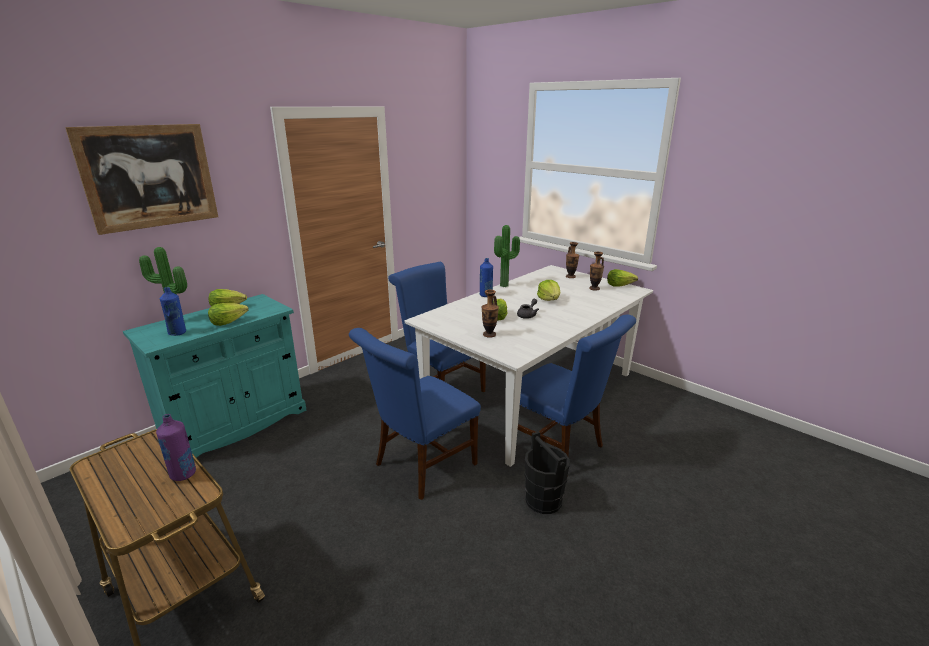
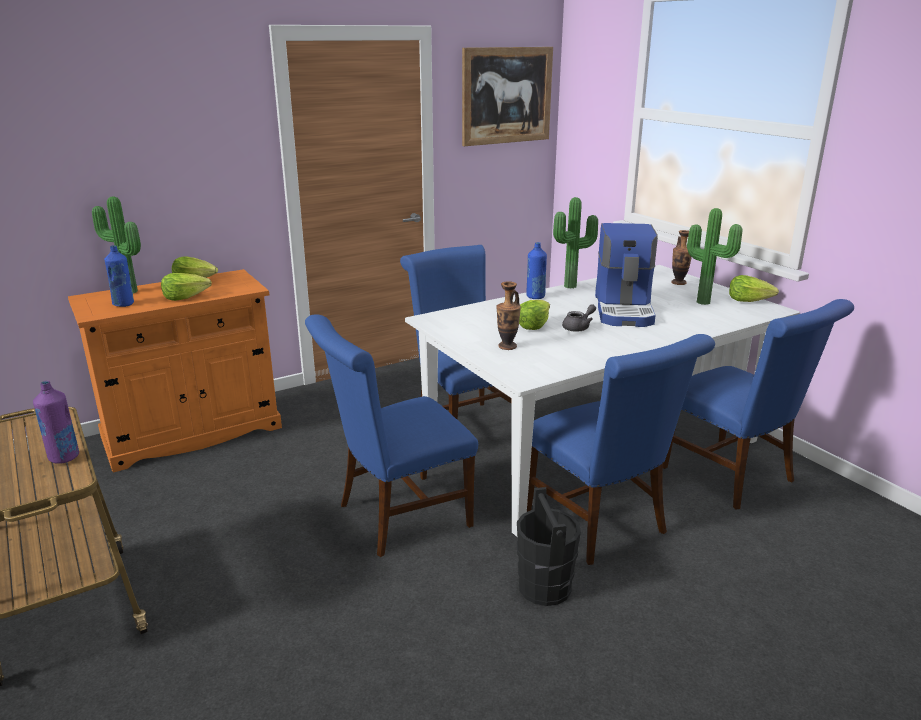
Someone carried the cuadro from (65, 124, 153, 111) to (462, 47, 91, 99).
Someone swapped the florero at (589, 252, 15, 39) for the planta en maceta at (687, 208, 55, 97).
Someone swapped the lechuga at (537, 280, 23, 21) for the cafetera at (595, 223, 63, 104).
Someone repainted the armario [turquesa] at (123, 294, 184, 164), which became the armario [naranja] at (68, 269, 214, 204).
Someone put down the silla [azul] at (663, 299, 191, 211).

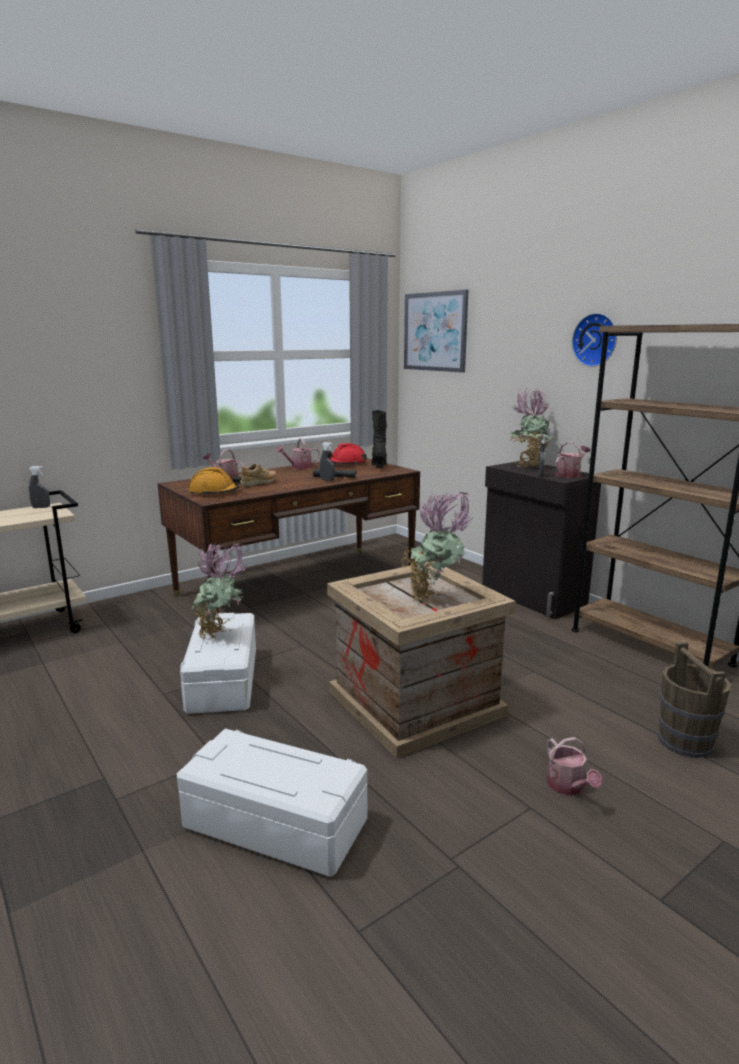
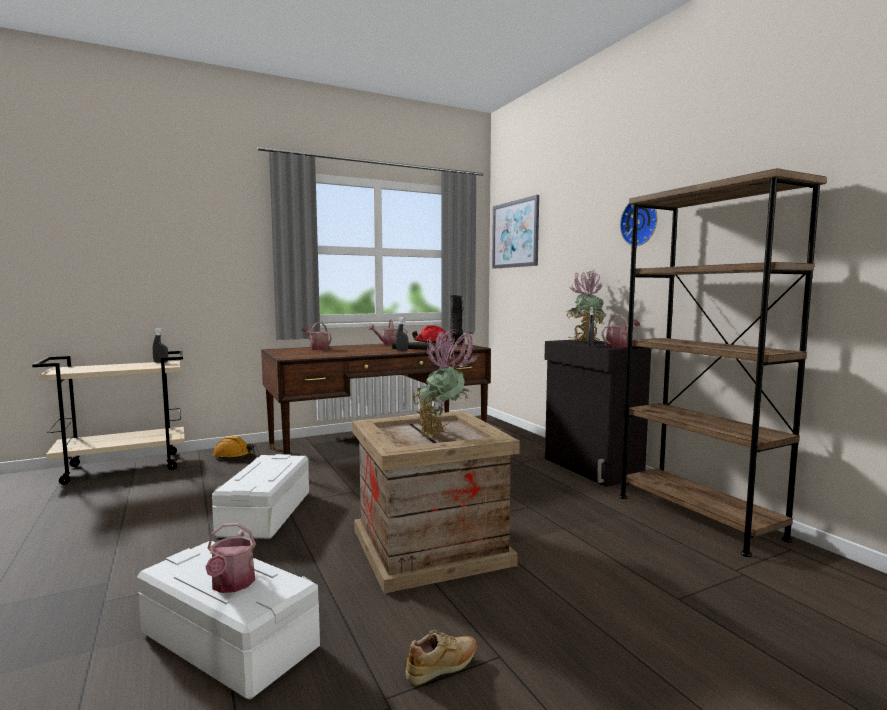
Someone carried the zapato [beis] from (241, 463, 36, 24) to (406, 630, 71, 55).
Someone carried the casco [naranja] from (189, 467, 52, 29) to (213, 436, 42, 24).
Someone took away the planta en maceta at (192, 542, 55, 98).
Someone took away the cubo [marrón] at (658, 642, 73, 116).
Someone carried the regadera from (547, 737, 55, 59) to (205, 523, 51, 70).

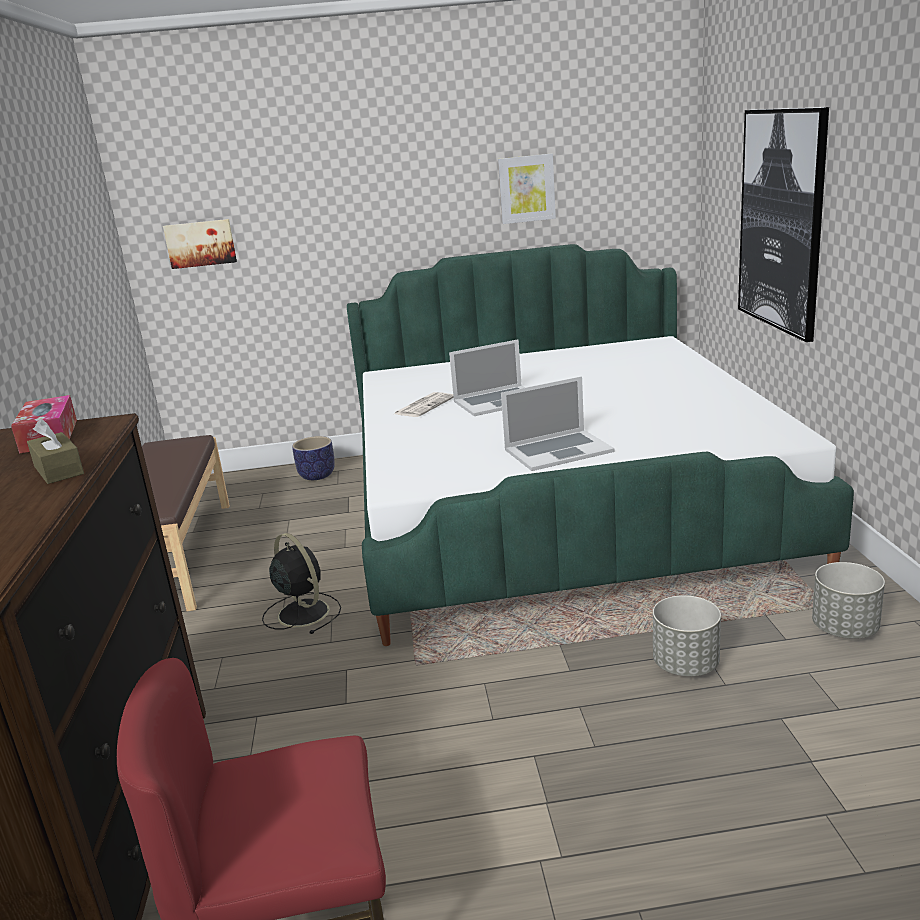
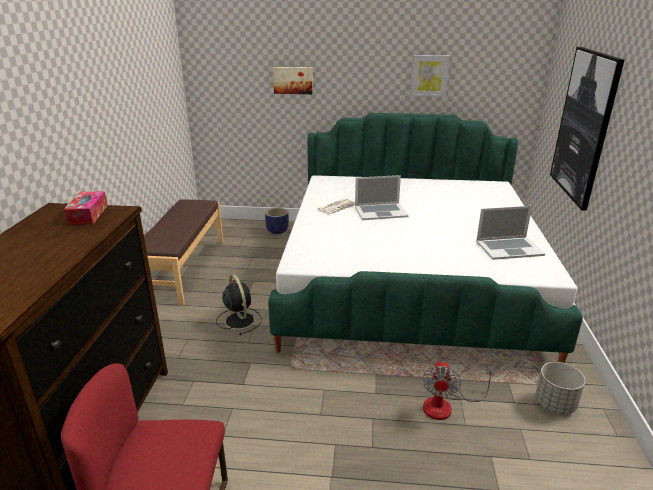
Someone carried the cuadro from (163, 219, 74, 50) to (273, 67, 40, 27).
Someone carried the portátil from (501, 376, 114, 95) to (476, 206, 69, 54).
Someone took away the caja de pañuelos [marrón] at (27, 419, 57, 65).
Someone swapped the maceta [gris] at (653, 595, 68, 81) for the ventilador at (422, 361, 73, 59).

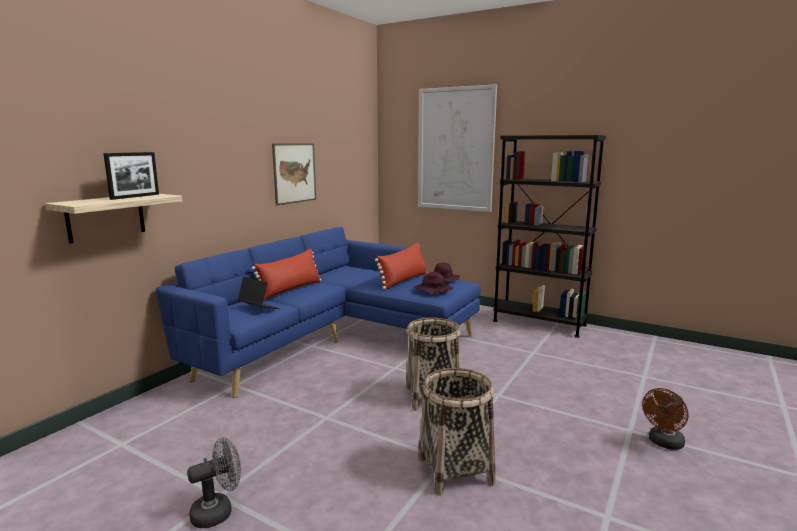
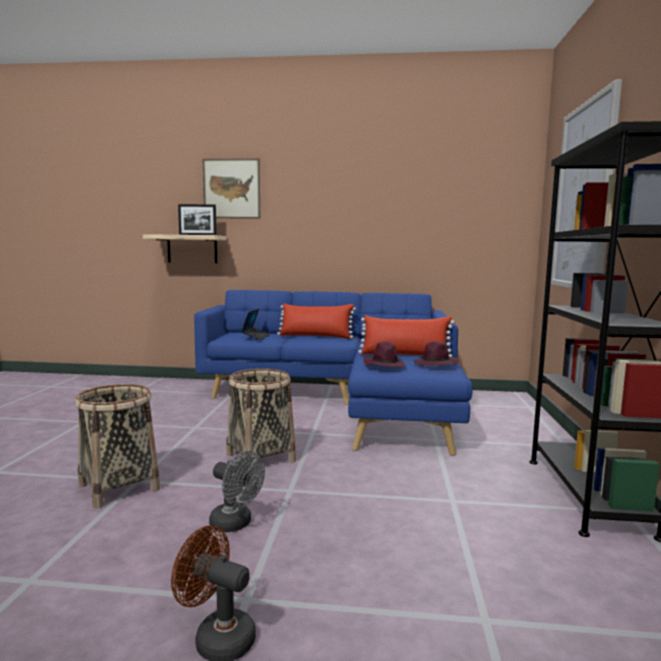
Someone carried the cuadro from (272, 143, 44, 62) to (203, 158, 57, 61).
Someone carried the ventilador [gris] from (187, 437, 54, 91) to (209, 451, 56, 81).

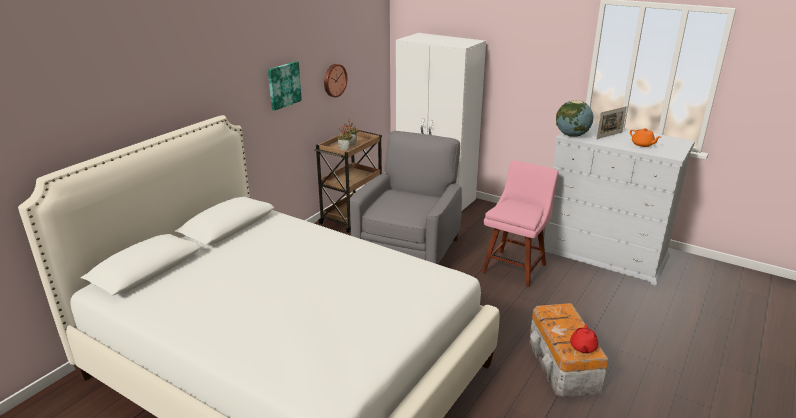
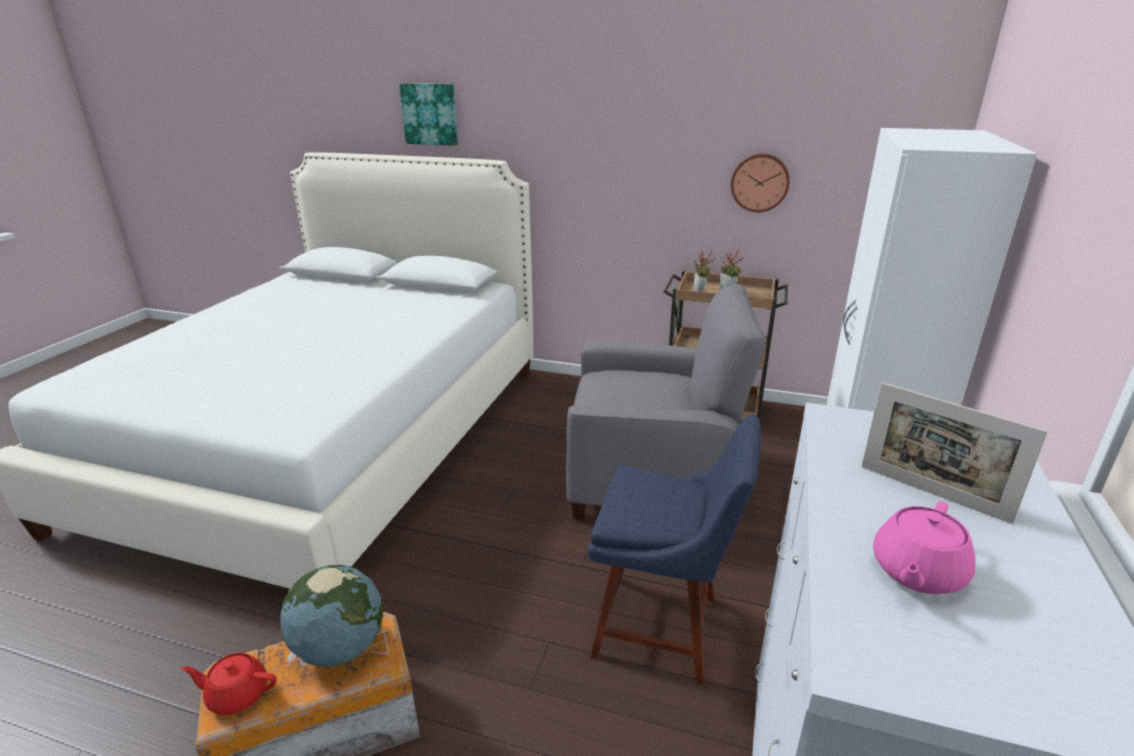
Someone carried the cuadro from (268, 61, 34, 50) to (399, 83, 59, 63).
Someone carried the globo terráqueo from (556, 100, 38, 37) to (280, 565, 103, 102).
Someone repainted the tetera [naranja] at (630, 128, 31, 19), which became the tetera [rosa] at (873, 501, 103, 93).
Someone repainted the silla [rosa] at (482, 161, 77, 126), which became the silla [azul] at (588, 415, 173, 270).

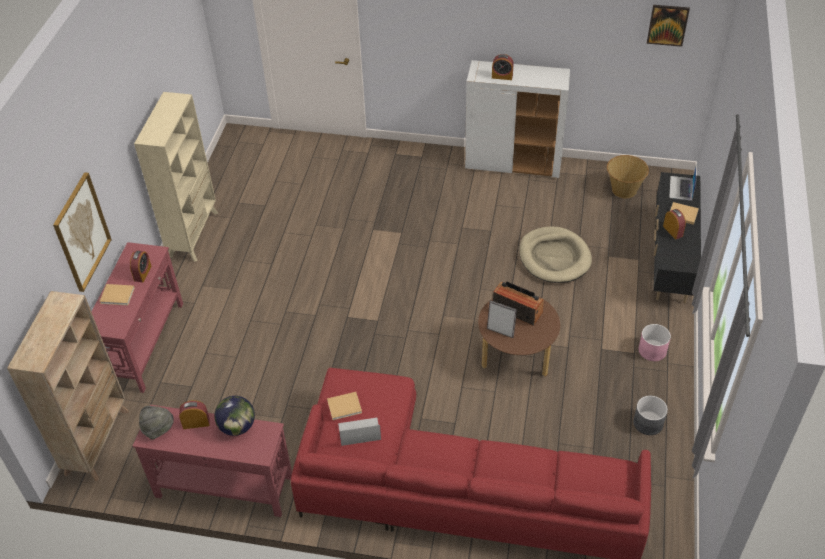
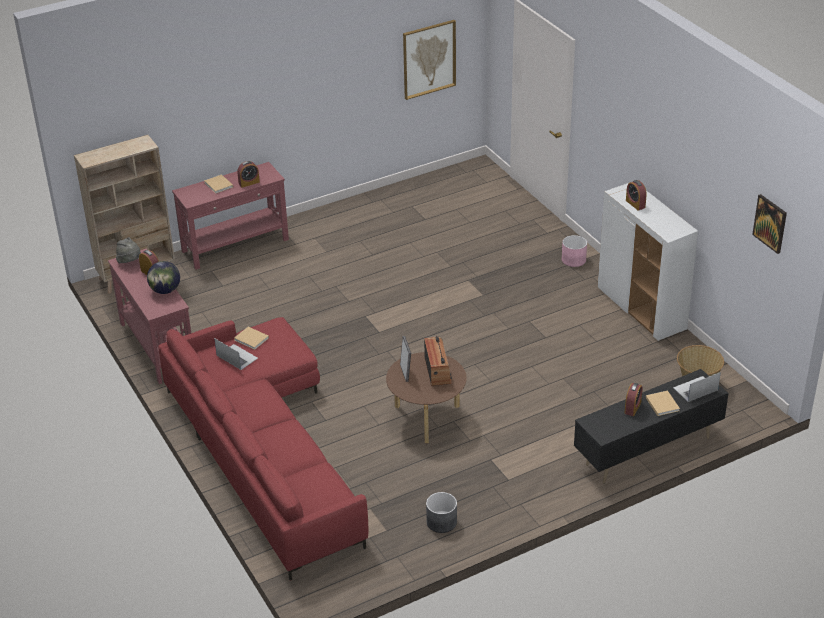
Someone took away the estantería [beis] at (134, 92, 84, 170).
Someone carried the cuadro from (53, 172, 59, 120) to (403, 20, 53, 80).
Someone took away the cama para perro [beis] at (519, 226, 73, 57).
Someone carried the maceta [rosa] from (638, 324, 33, 37) to (562, 235, 25, 32).

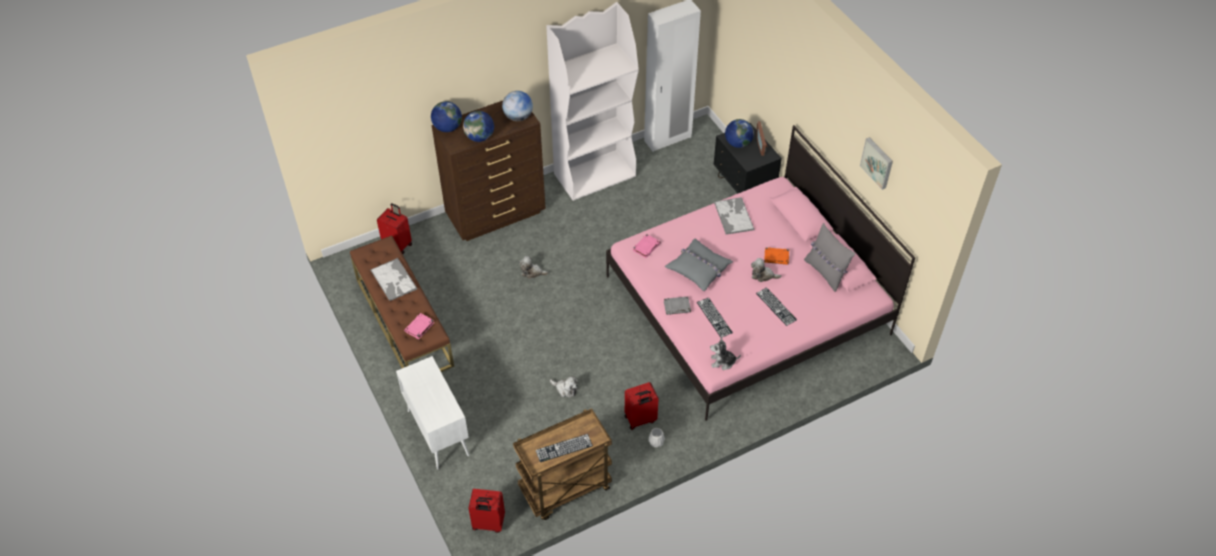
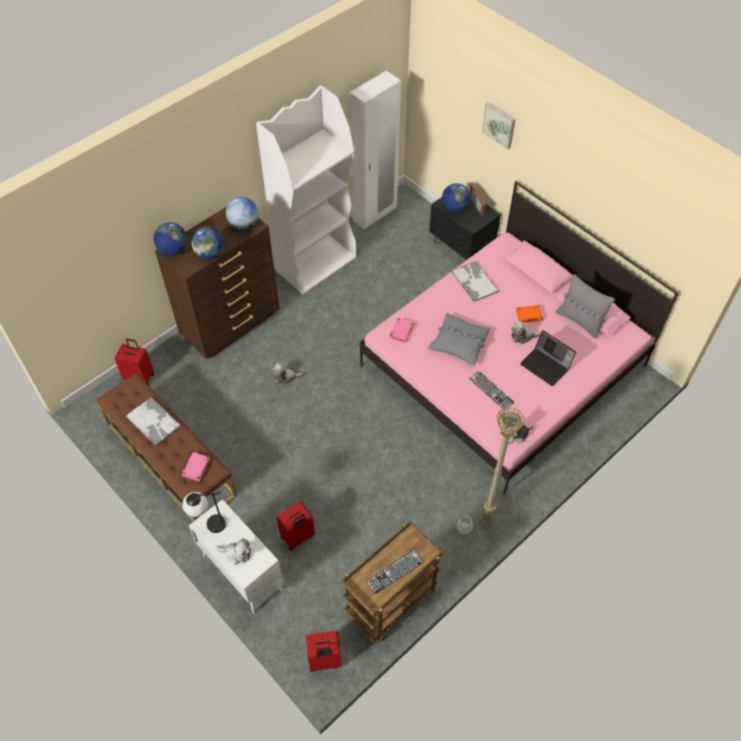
Someone carried the cuadro from (860, 137, 33, 53) to (482, 102, 34, 47).
Someone swapped the teclado at (756, 287, 41, 39) for the portátil at (520, 330, 56, 56).
Someone took away the libro [gris] at (664, 297, 27, 18).
Someone carried the peluche from (550, 376, 28, 21) to (216, 538, 35, 27).
Someone carried the maleta [rojo] from (625, 382, 34, 48) to (277, 501, 38, 50).
Someone put down the lámpara de pie [beis] at (480, 407, 45, 119).
Someone put down the lámpara de mesa at (182, 492, 44, 41).

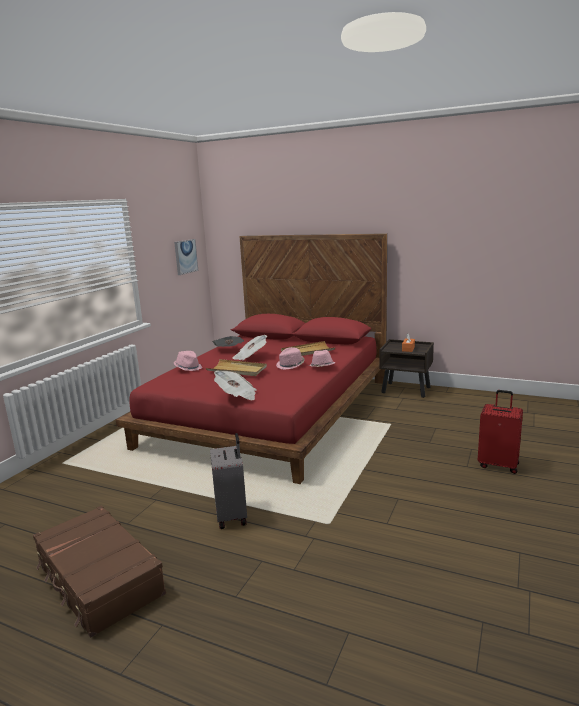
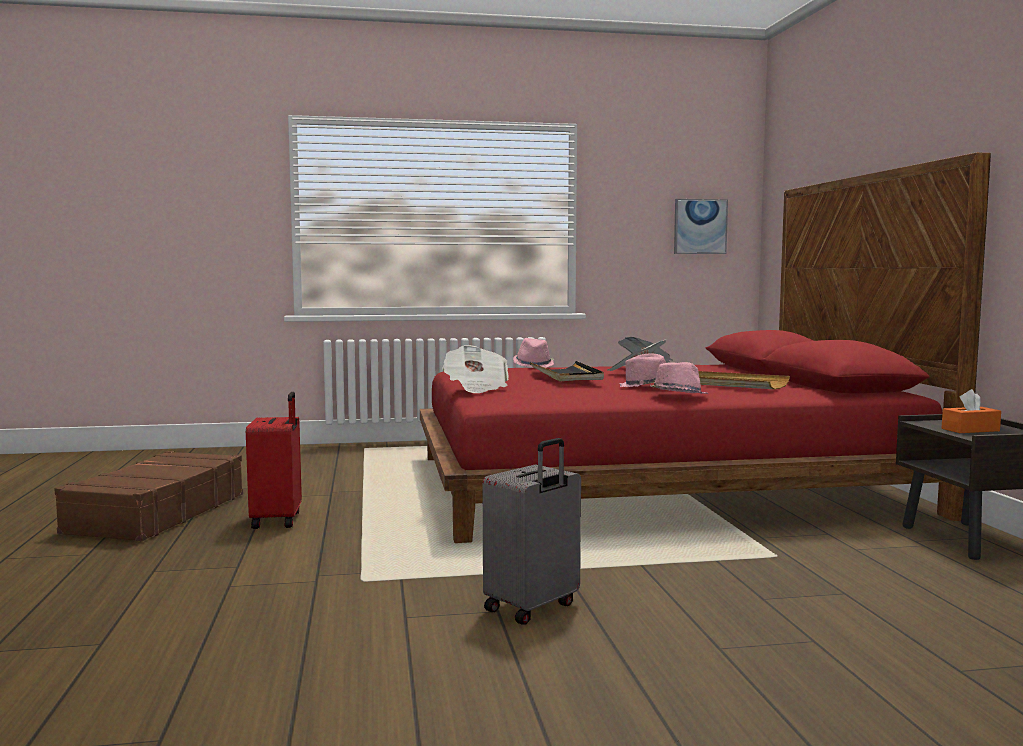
Someone repainted the bandeja [beis] at (206, 359, 61, 17), which became the bandeja [negro] at (530, 361, 74, 20).
Someone carried the maleta [rojo] from (478, 390, 45, 84) to (246, 392, 56, 137).
Someone carried the maleta [gris] from (210, 433, 37, 96) to (483, 438, 98, 187).

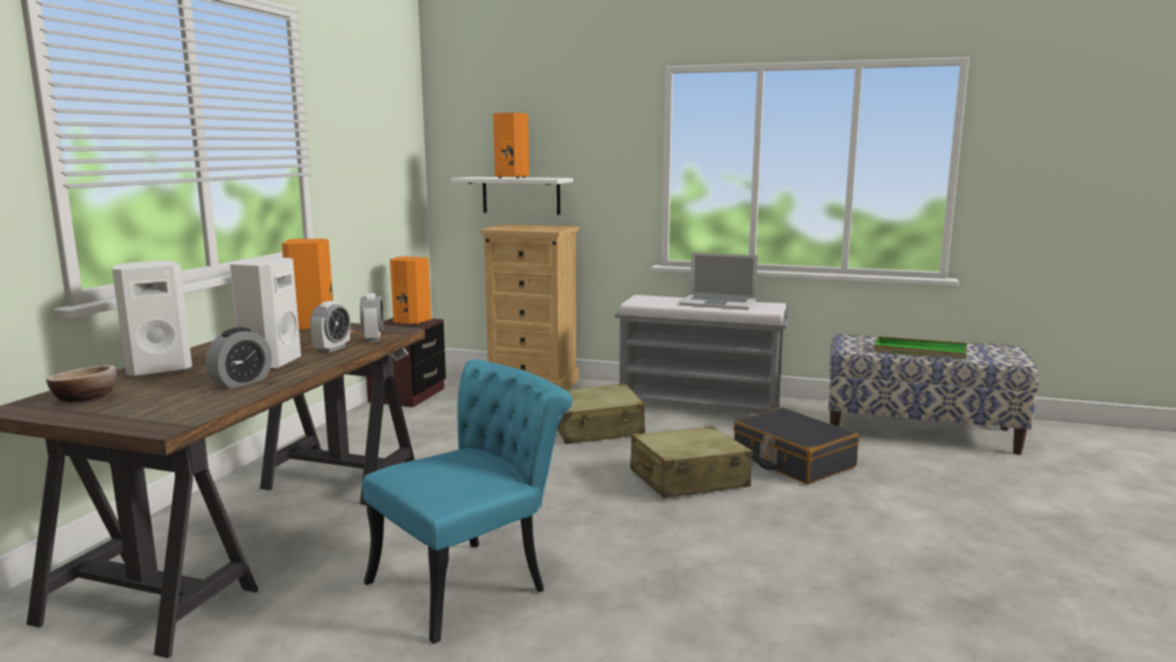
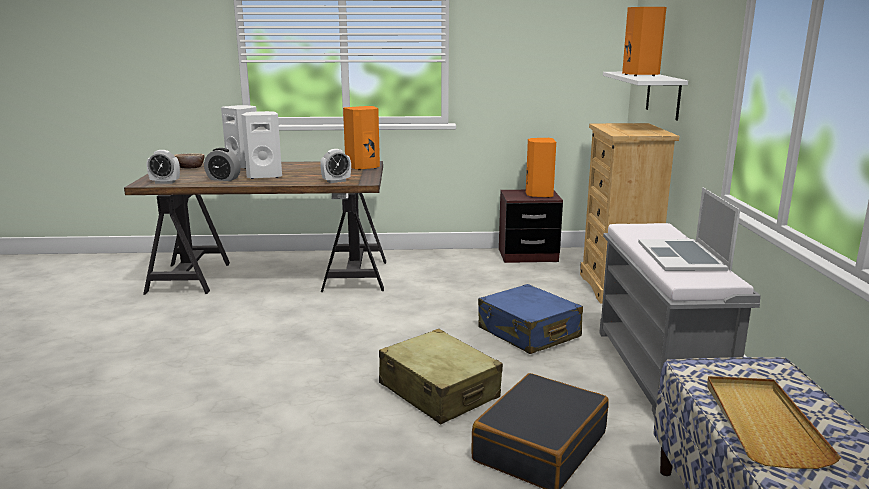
Someone carried the despertador from (310, 301, 40, 52) to (147, 150, 33, 34).
Someone repainted the bandeja [verde] at (874, 337, 93, 22), which became the bandeja [beis] at (707, 376, 134, 93).
Someone took away the silla [turquesa] at (363, 359, 210, 285).
Someone repainted the maleta [beis] at (557, 384, 88, 60), which became the maleta [azul] at (478, 284, 105, 70).

